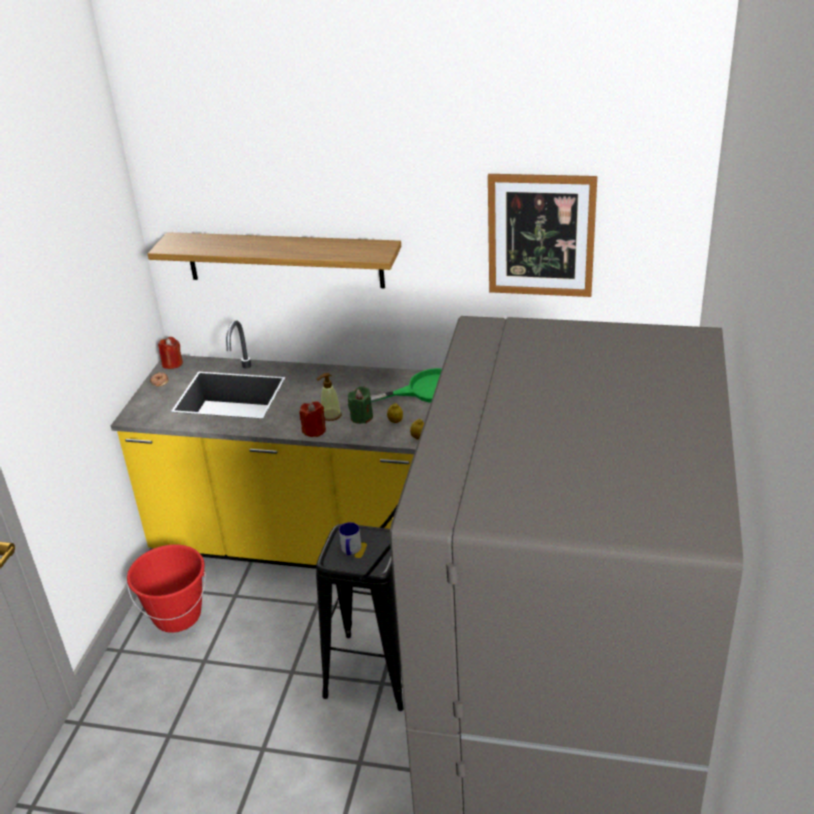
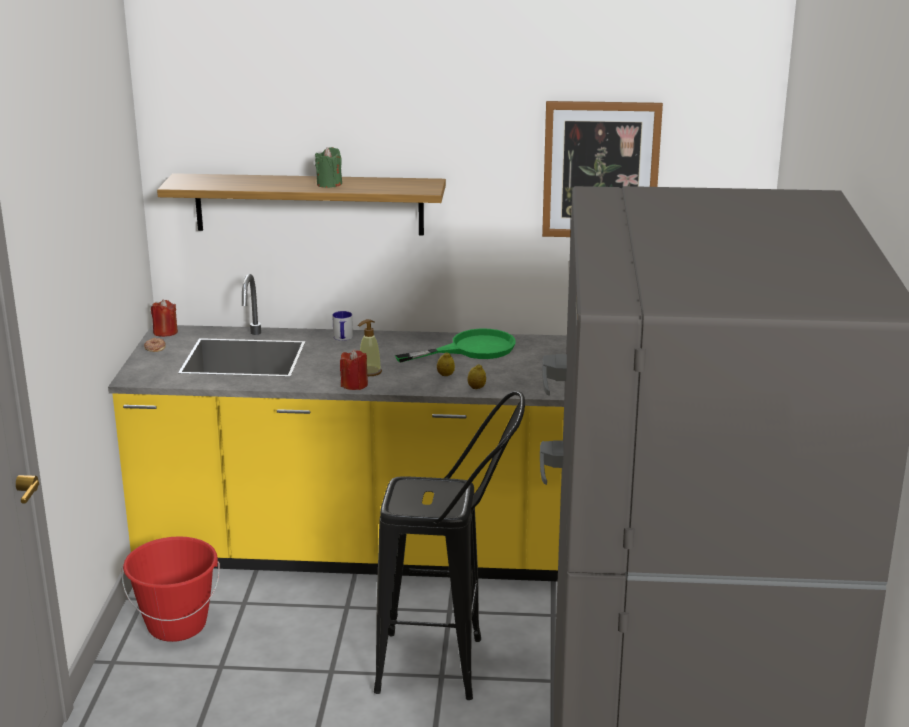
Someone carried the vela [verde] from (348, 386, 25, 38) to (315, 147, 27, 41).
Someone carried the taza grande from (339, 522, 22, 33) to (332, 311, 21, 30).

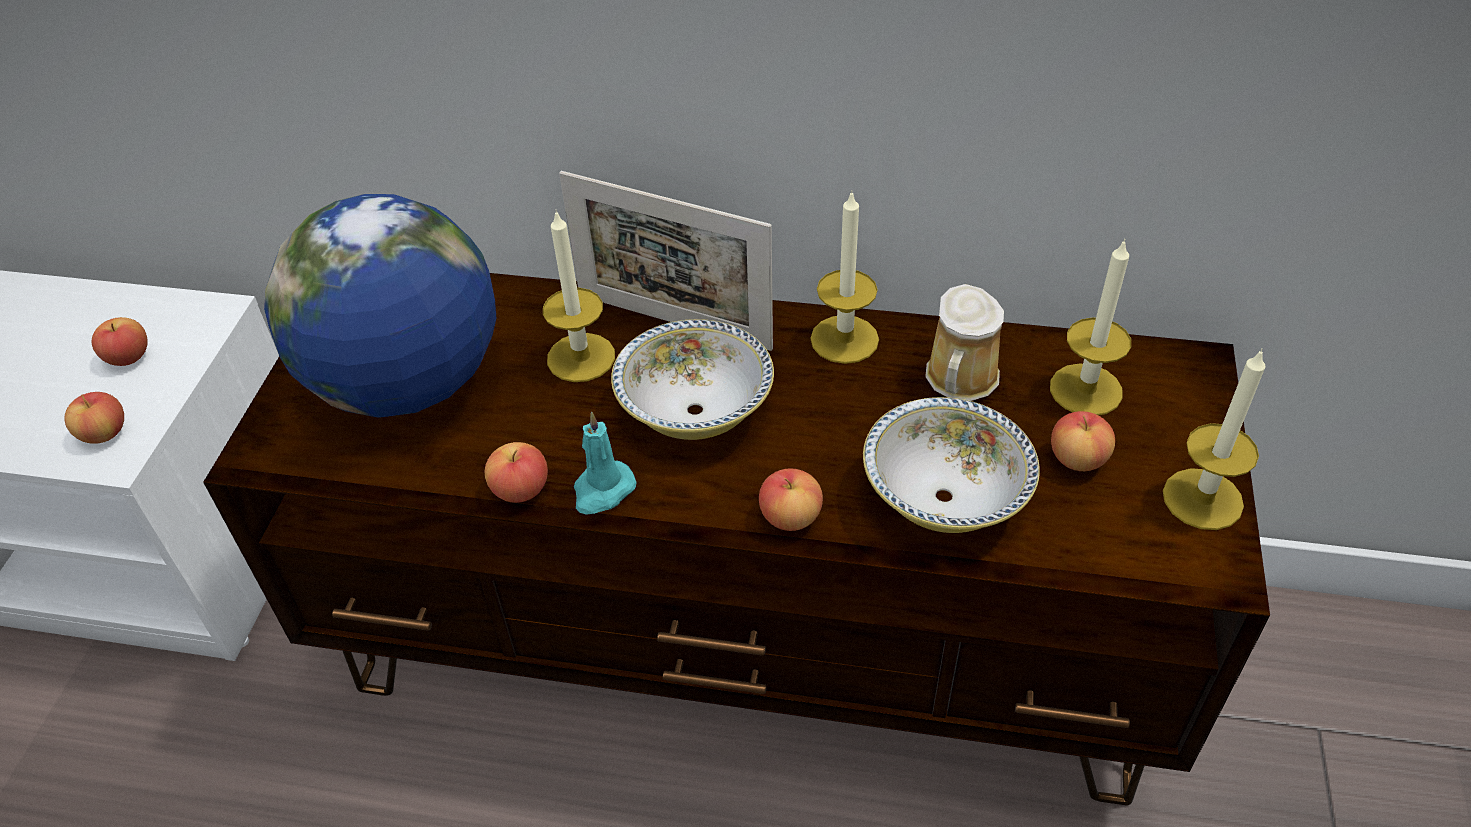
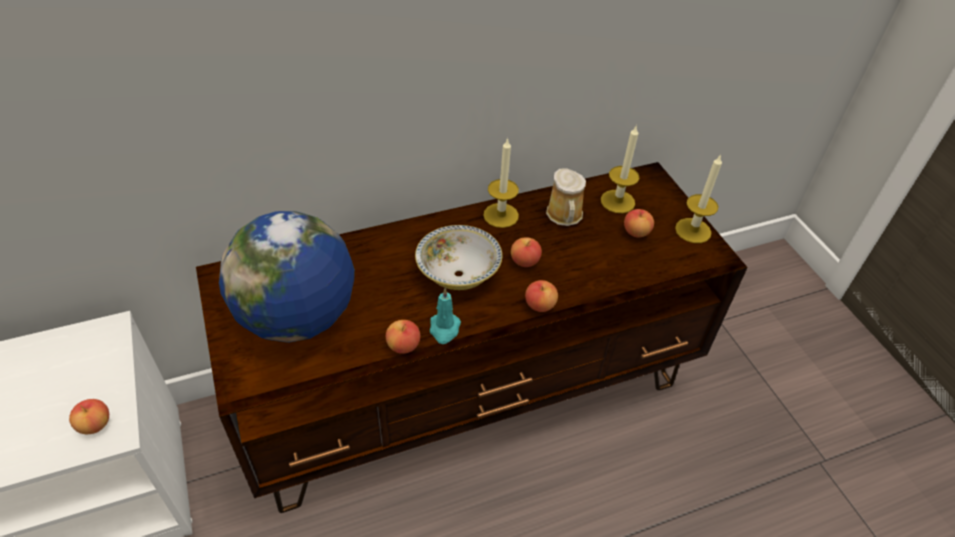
Someone took away the portarretratos at (559, 171, 214, 180).
Someone took away the vela at (543, 211, 72, 171).
Someone carried the manzana from (92, 317, 56, 49) to (511, 237, 31, 30).
Someone took away the cuenco at (863, 397, 177, 136).

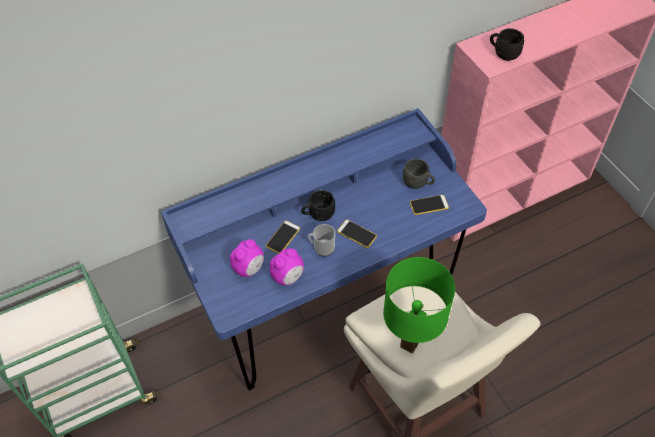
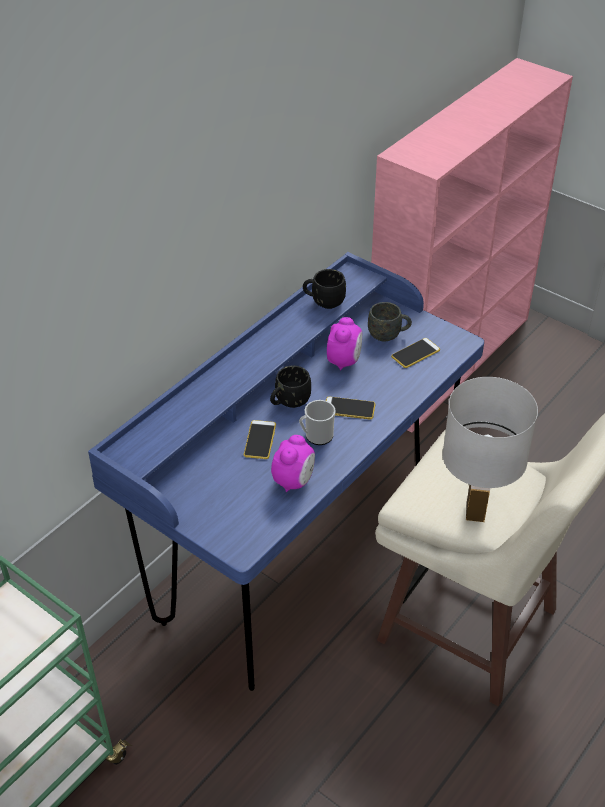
Someone carried the taza grande [negro] from (490, 28, 34, 33) to (303, 269, 43, 40).
Someone carried the despertador from (230, 239, 34, 38) to (327, 317, 35, 53).
Someone repainted the lámpara de mesa [verde] at (383, 257, 72, 97), which became the lámpara de mesa [blanco] at (442, 377, 96, 145).

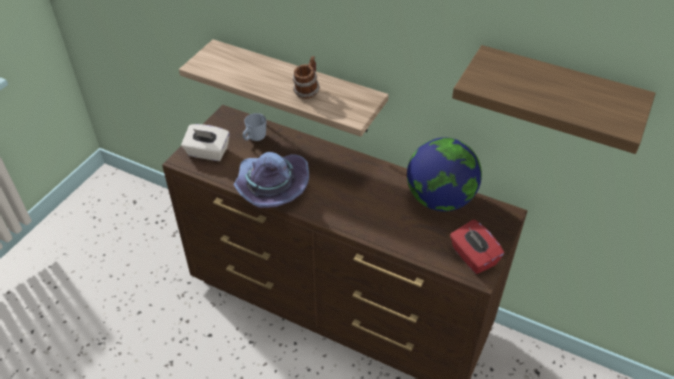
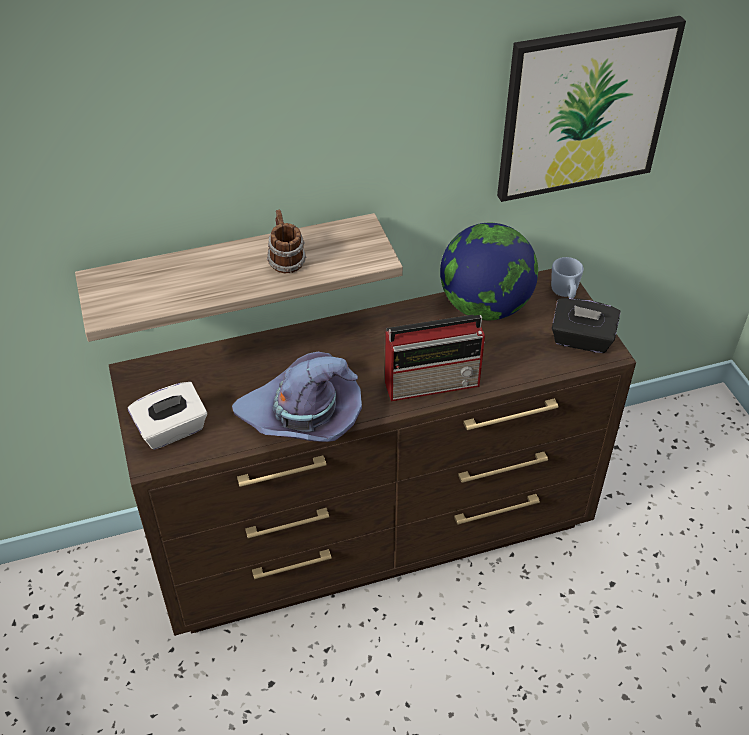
Someone swapped the estante at (452, 45, 204, 109) for the cuadro at (497, 16, 189, 186).
Someone carried the taza grande [azul] from (243, 113, 23, 28) to (551, 257, 32, 41).
Someone repainted the caja de pañuelos [rojo] at (450, 219, 54, 55), which became the caja de pañuelos [negro] at (552, 298, 69, 55).
Someone put down the radio at (385, 315, 100, 86).

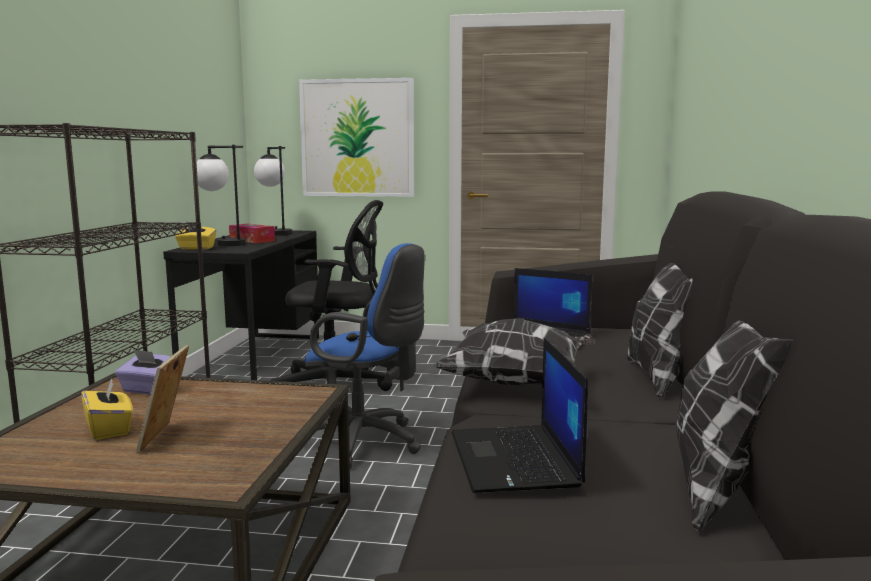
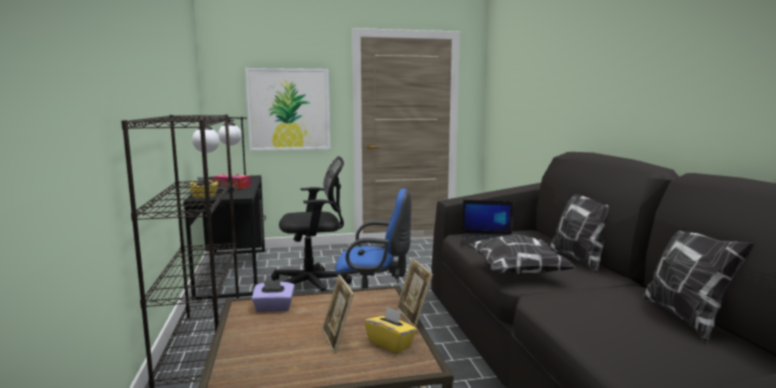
Someone took away the portátil at (452, 338, 136, 155).
Someone carried the caja de pañuelos [amarillo] from (81, 377, 52, 63) to (365, 307, 52, 47).
Someone put down the portarretratos at (396, 258, 37, 70).

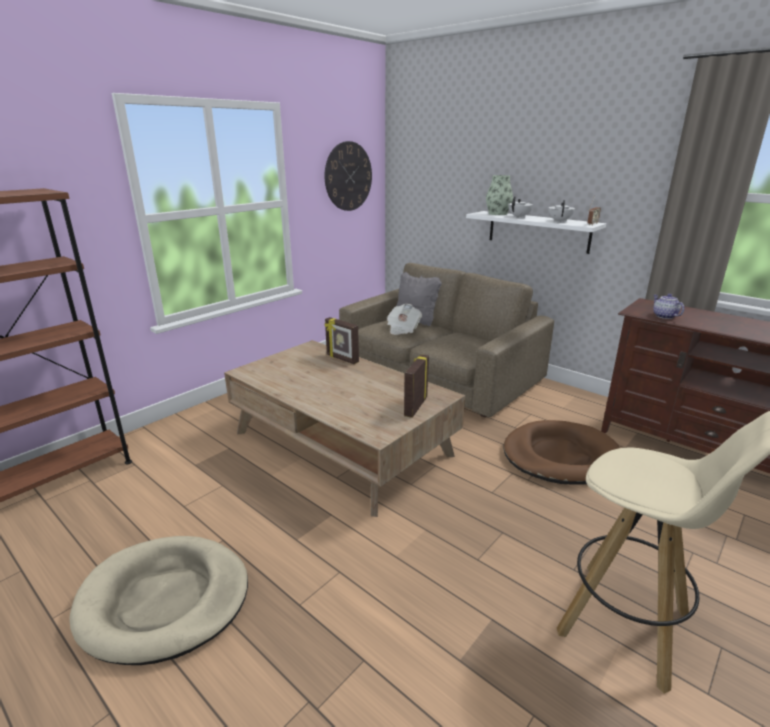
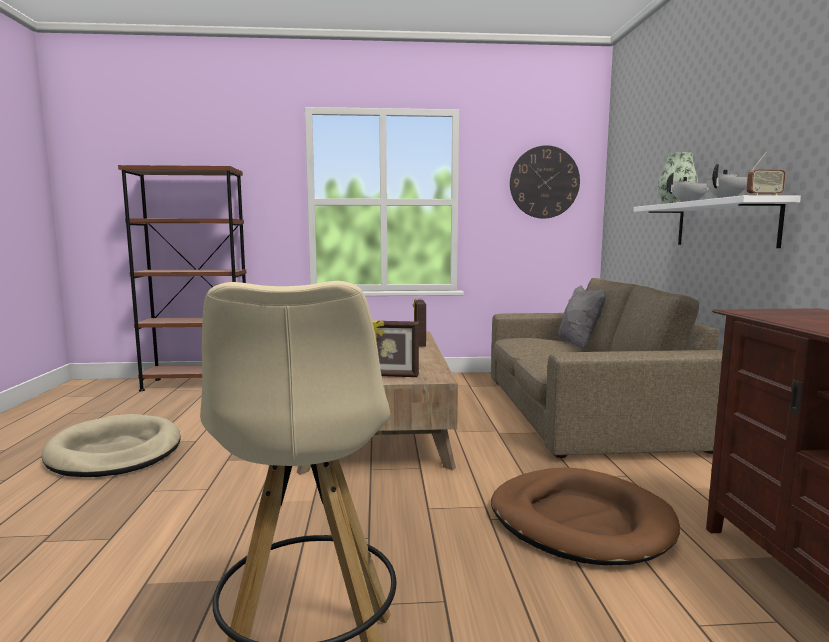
Someone took away the tetera at (653, 294, 31, 25).
Someone took away the periódico at (387, 304, 35, 31).
Someone rotated the portarretratos at (404, 354, 25, 64) by 150 degrees counterclockwise.

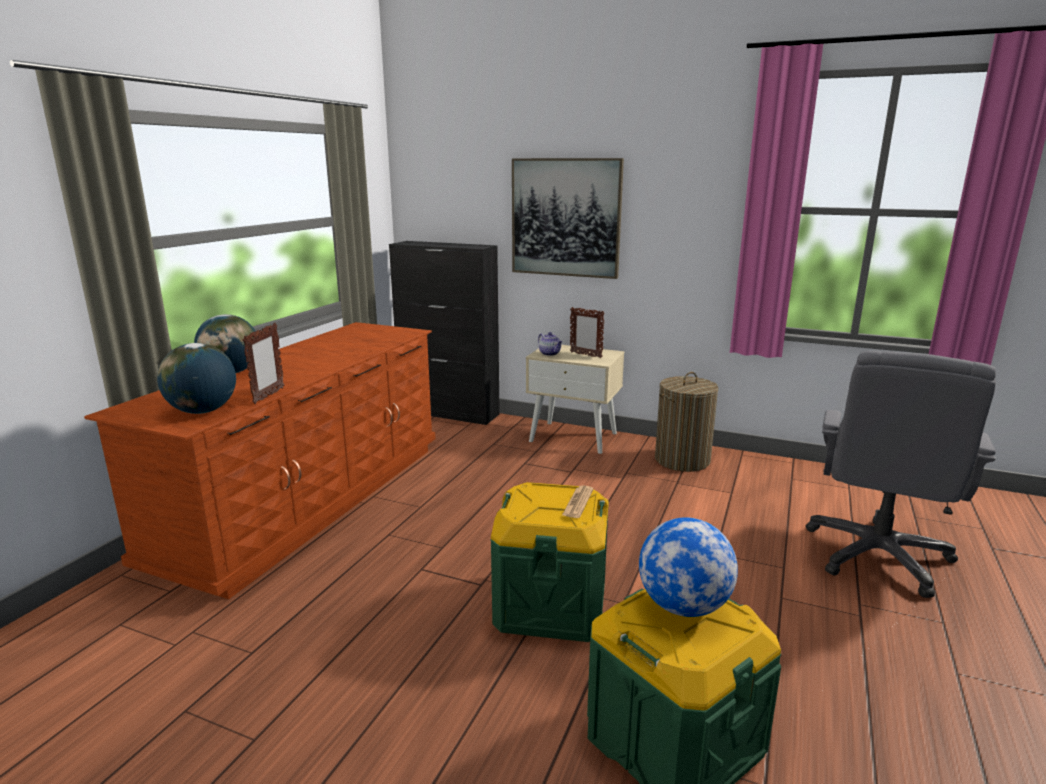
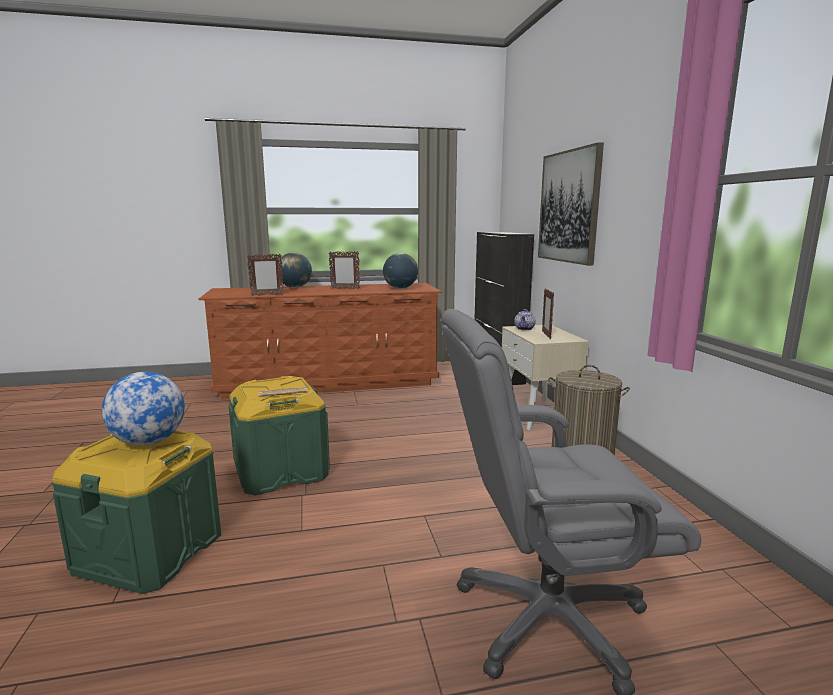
Someone carried the globo terráqueo from (157, 343, 79, 71) to (383, 253, 35, 36).
Someone put down the portarretratos at (328, 251, 32, 38).

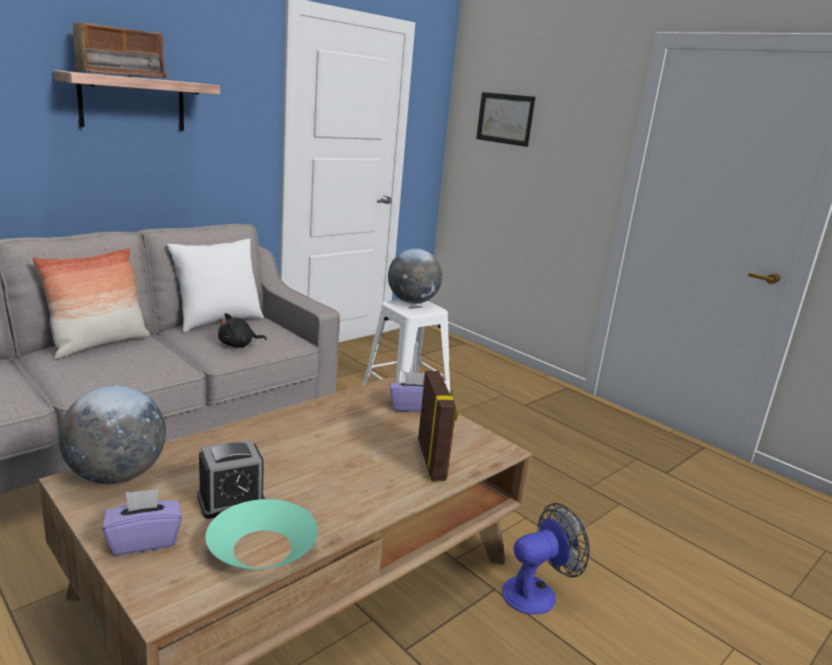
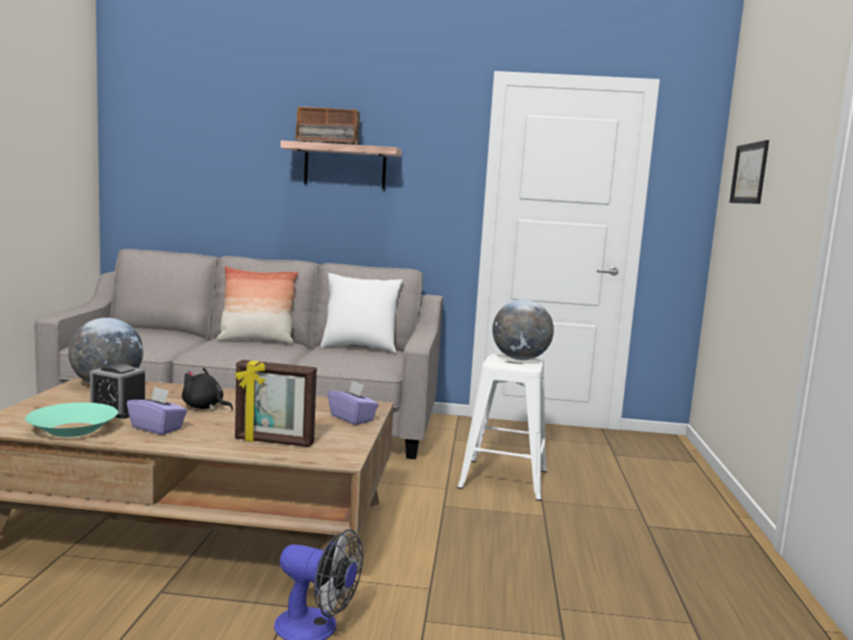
Someone carried the peluche [negro] from (218, 313, 49, 34) to (182, 368, 51, 42).
Someone rotated the portarretratos at (418, 371, 40, 110) by 60 degrees clockwise.
Someone carried the caja de pañuelos [morado] from (103, 489, 79, 66) to (127, 386, 60, 49).

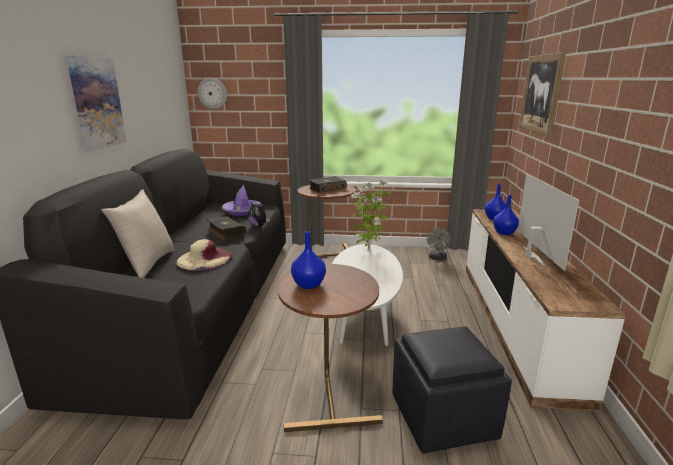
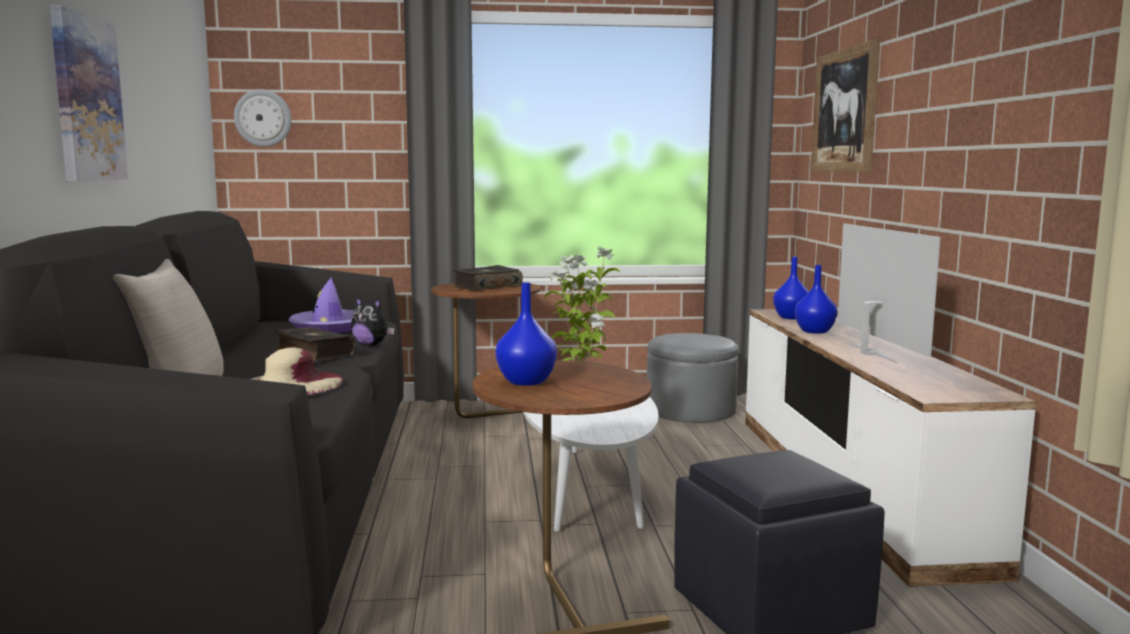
Someone swapped the ventilador [gris] at (427, 228, 24, 32) for the puf [gris] at (647, 333, 91, 90).

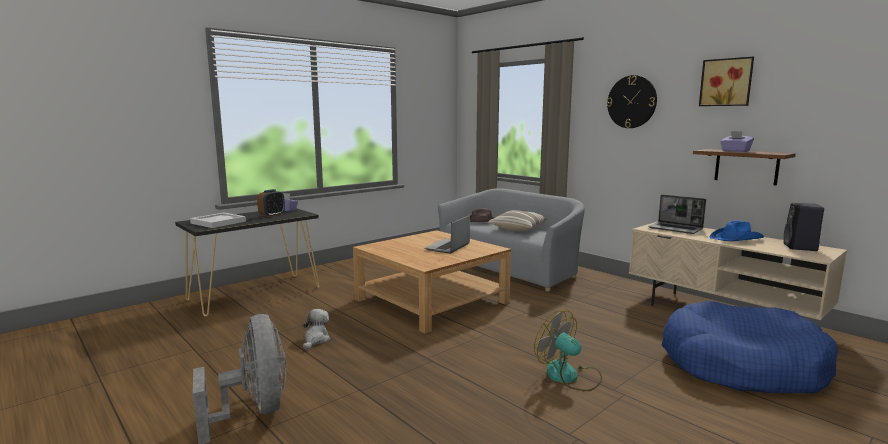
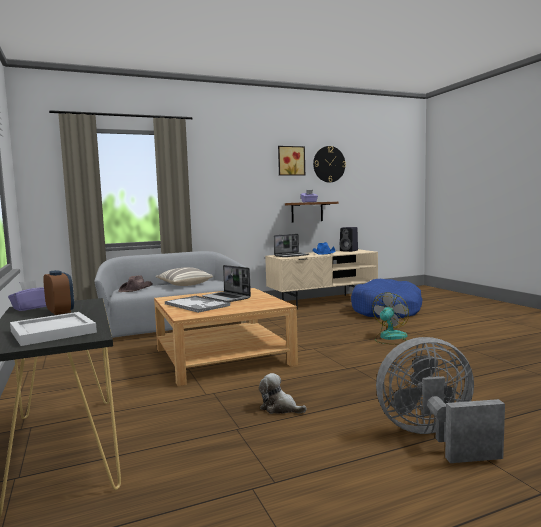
Someone carried the reloj de pared from (607, 75, 50, 53) to (313, 146, 33, 36).
Someone rotated the ventilador at (534, 310, 68, 81) by 150 degrees clockwise.
Someone put down the bandeja at (165, 295, 65, 18).

